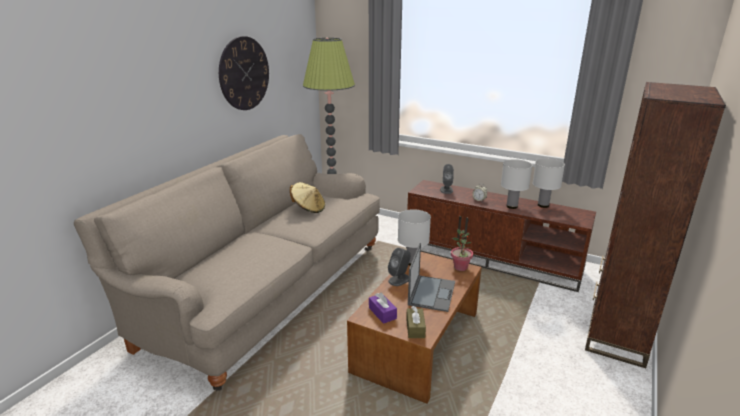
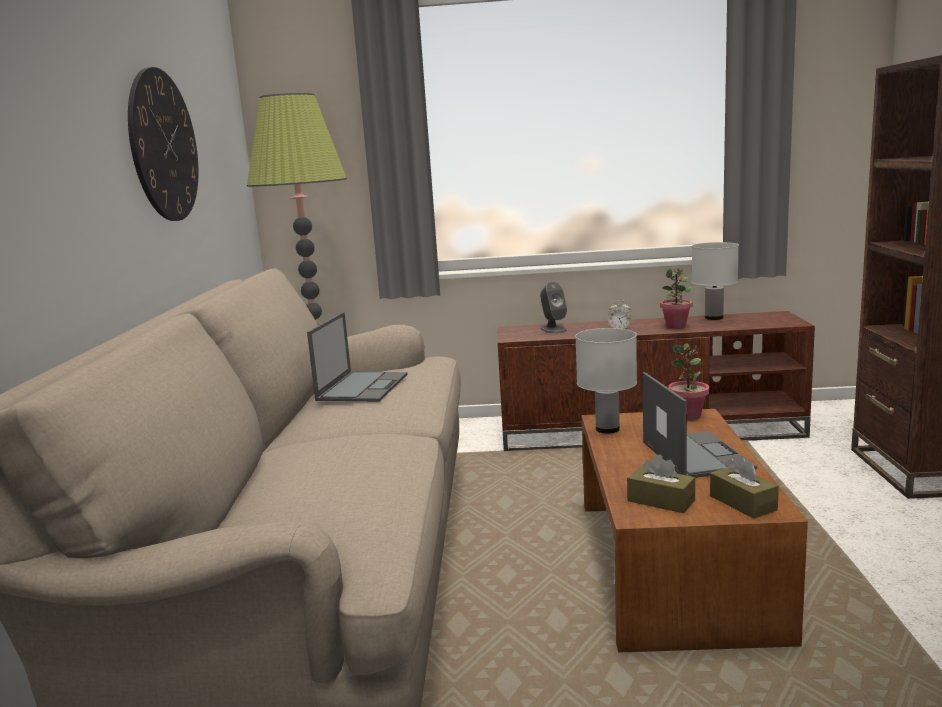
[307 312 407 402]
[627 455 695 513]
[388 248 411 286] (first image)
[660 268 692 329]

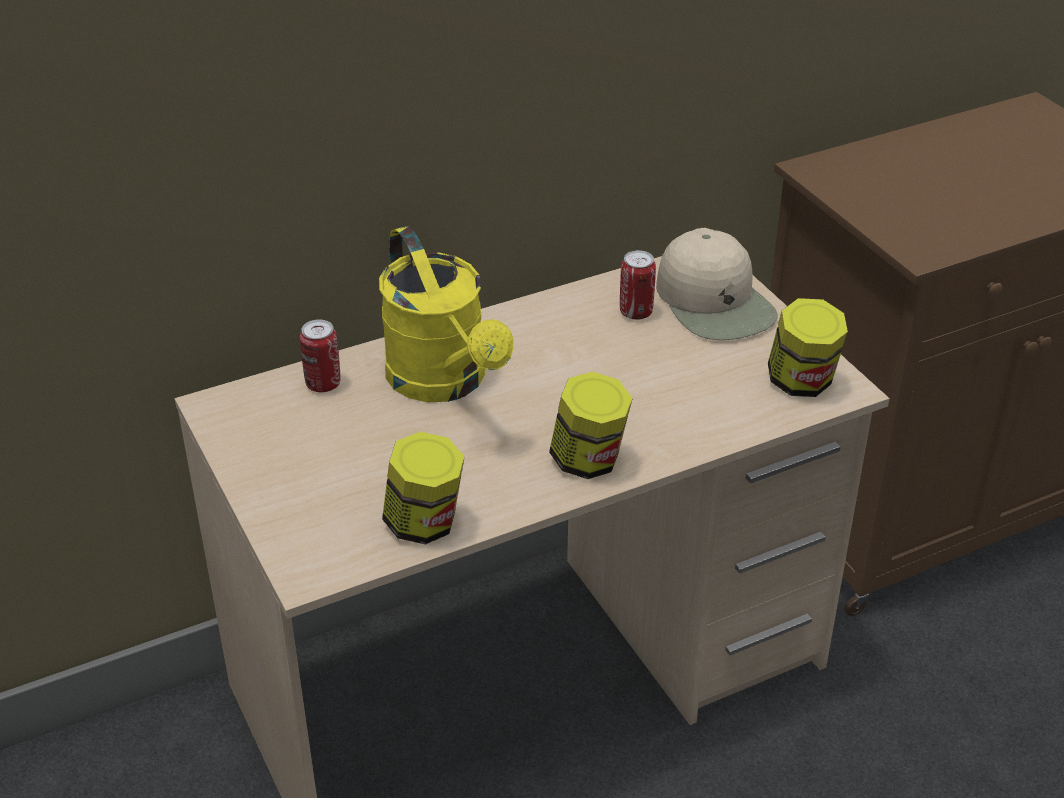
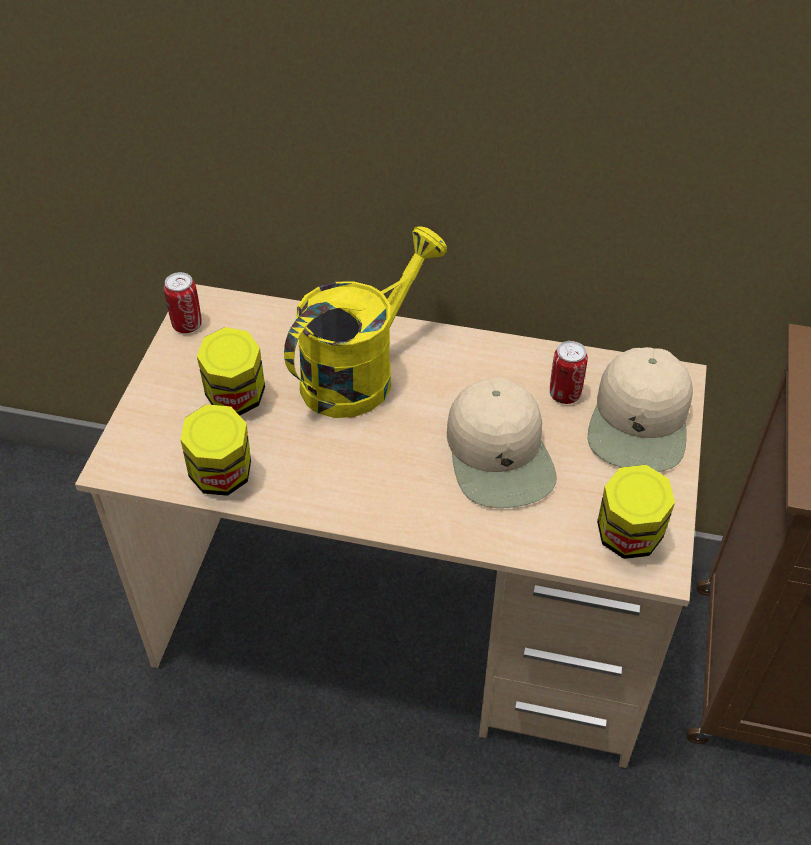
[164 272 202 333]
[284 226 447 418]
[197 327 265 416]
[447 377 557 508]

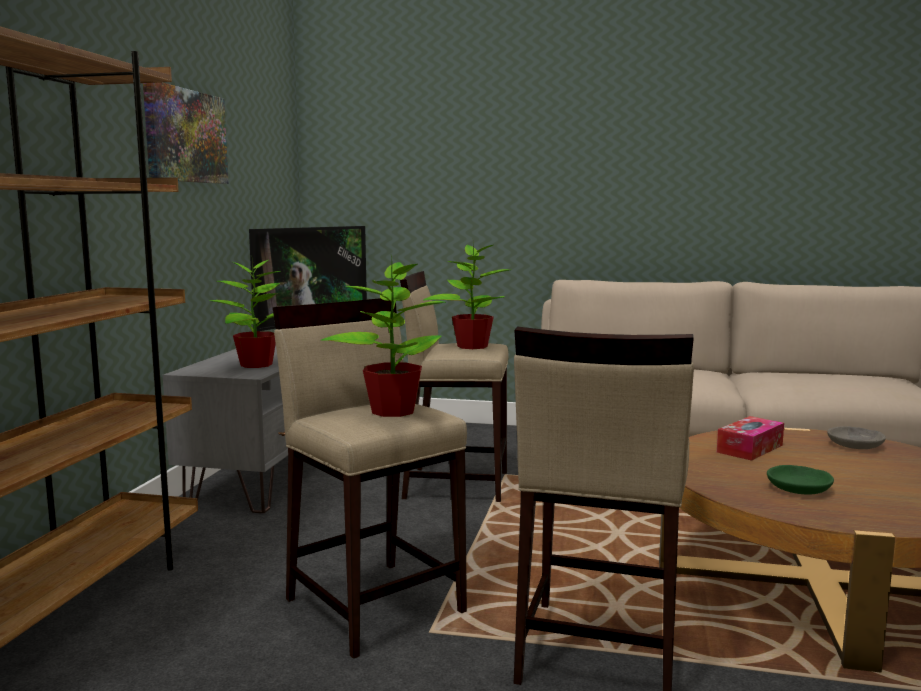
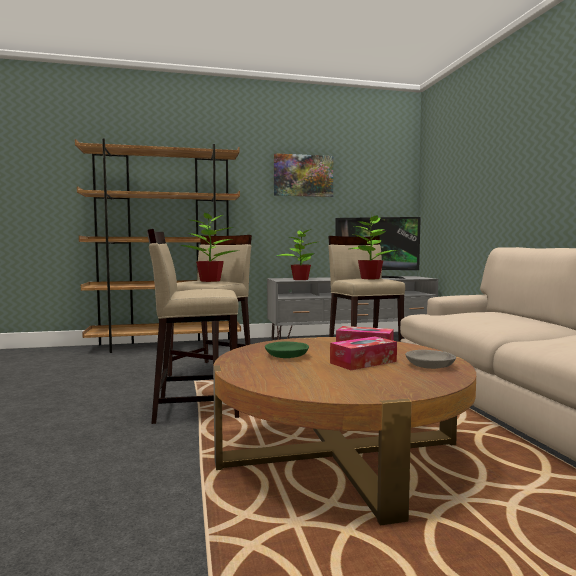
[330 337 397 370]

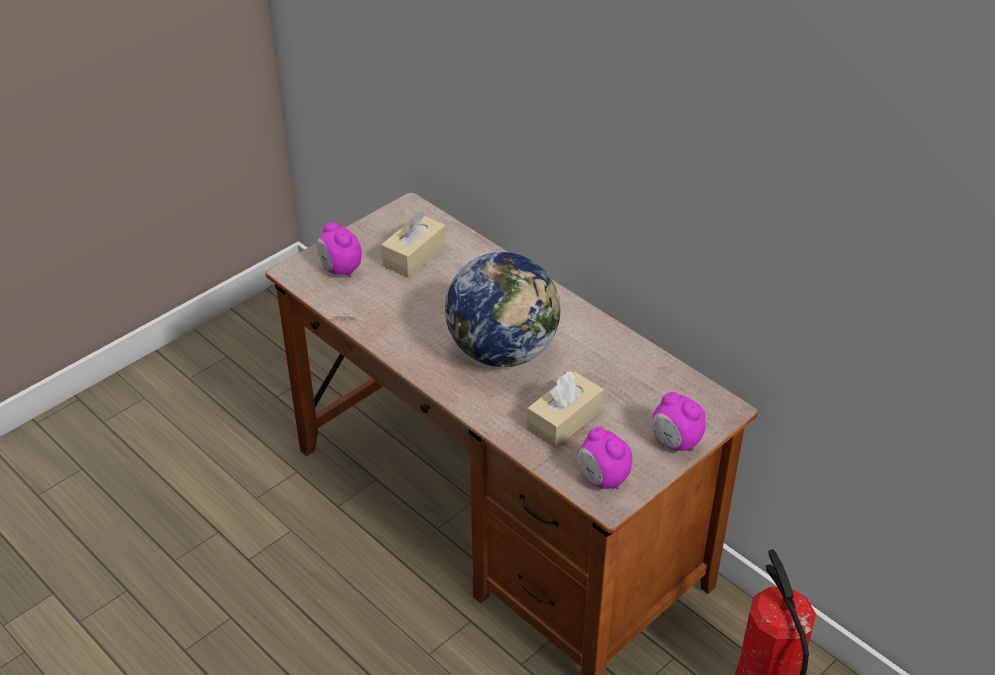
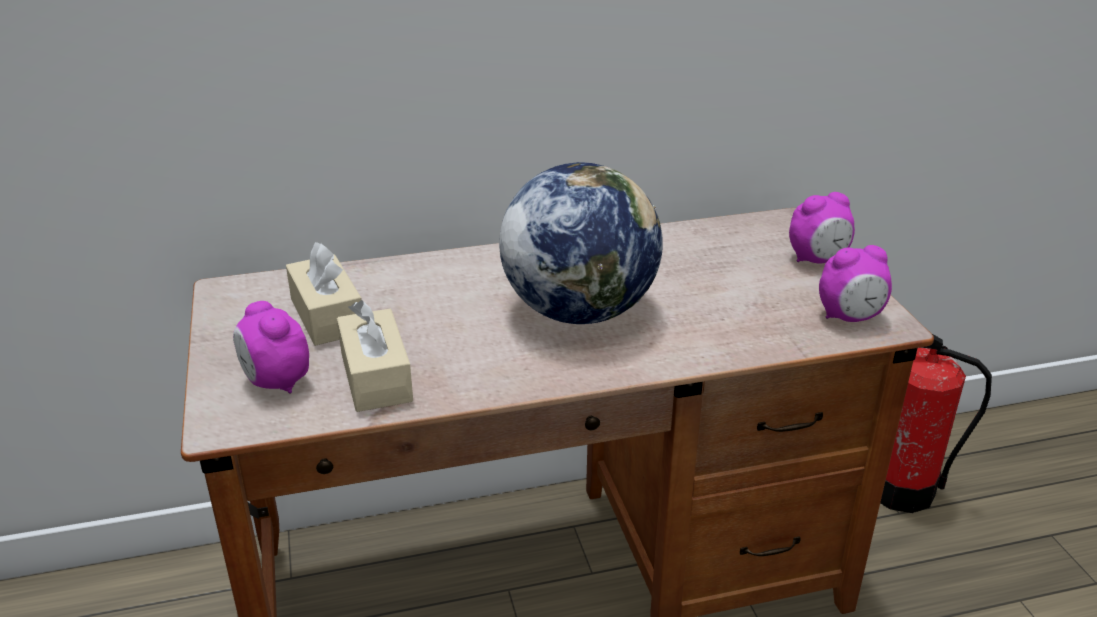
[233 301 309 394]
[337 300 413 412]

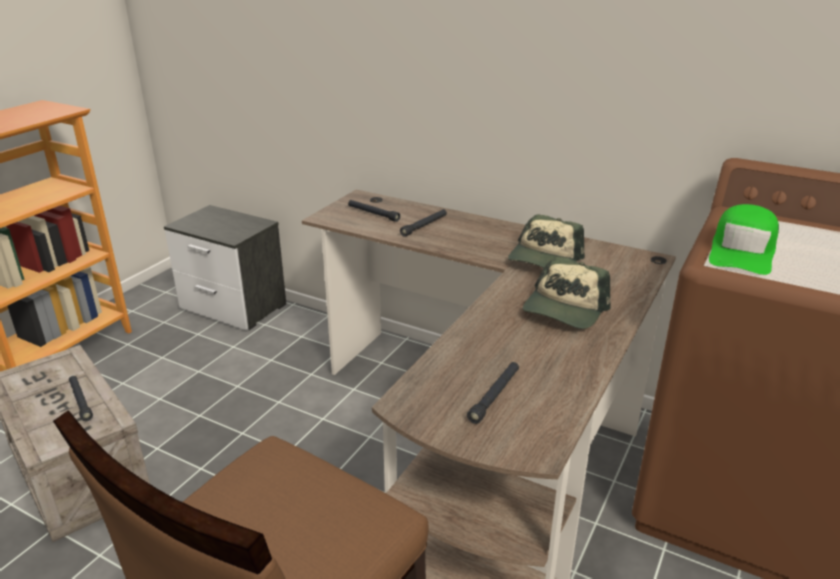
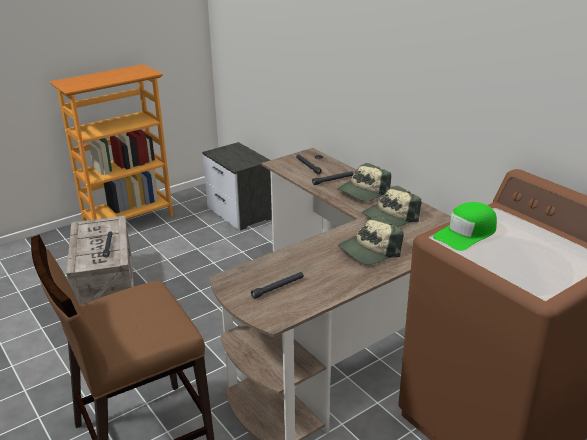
[337 163 391 201]

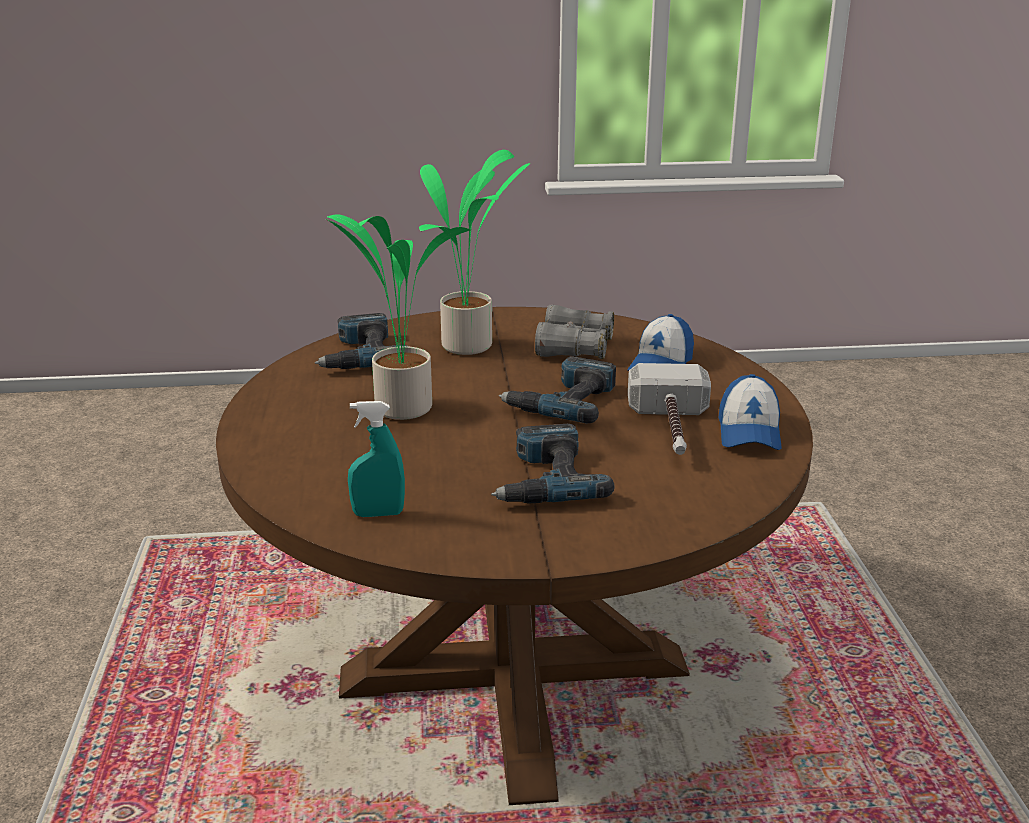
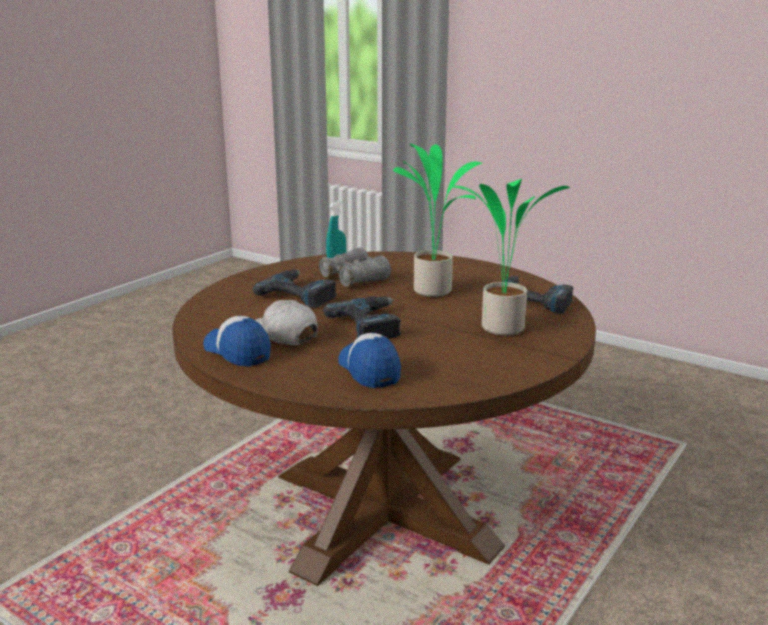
[319 248 391 287]
[255 300 318 345]

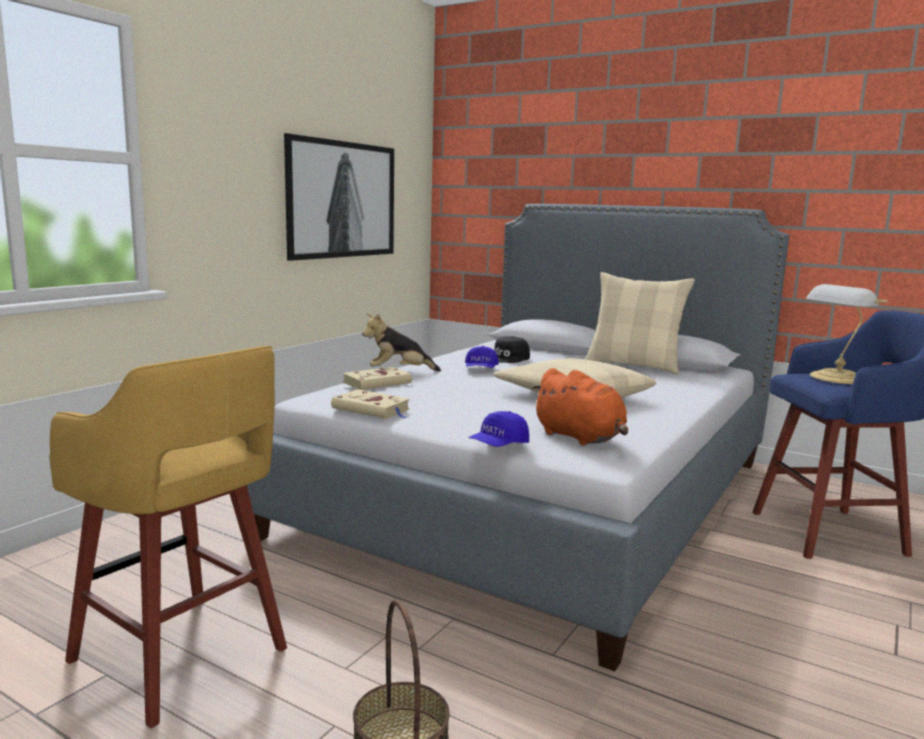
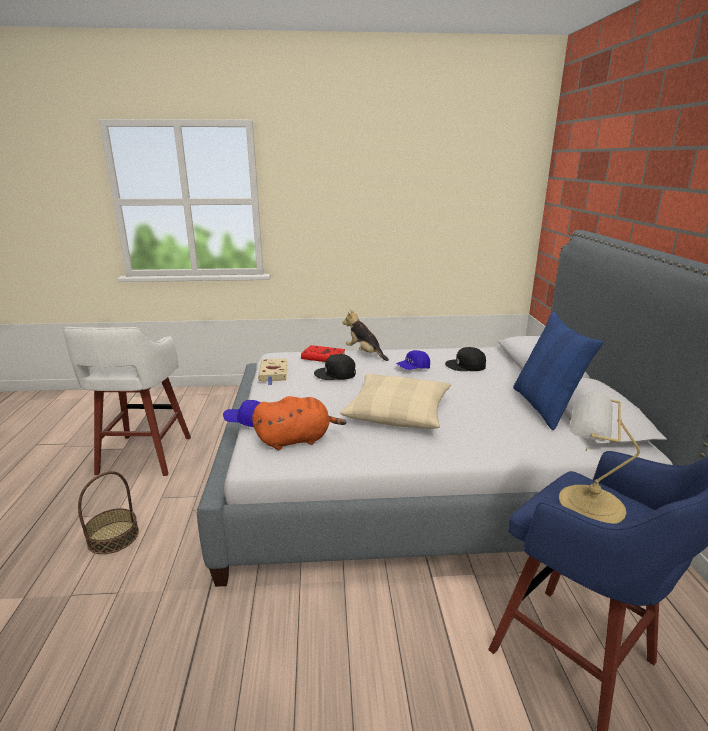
[63 327 191 476]
[284 133 394 261] (first image)
[301 345 346 362]
[252 396 346 450]
[513 311 604 430]
[314 354 356 380]

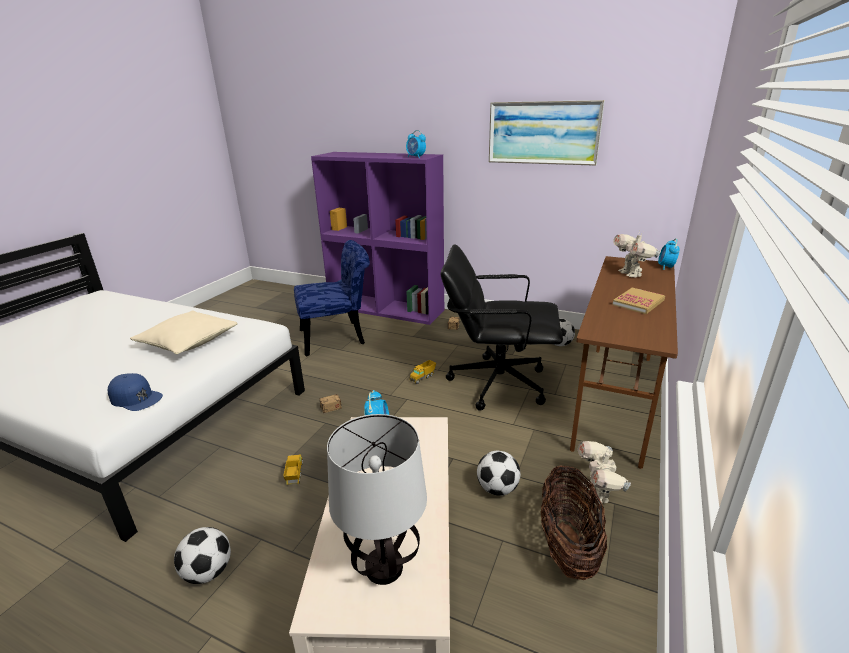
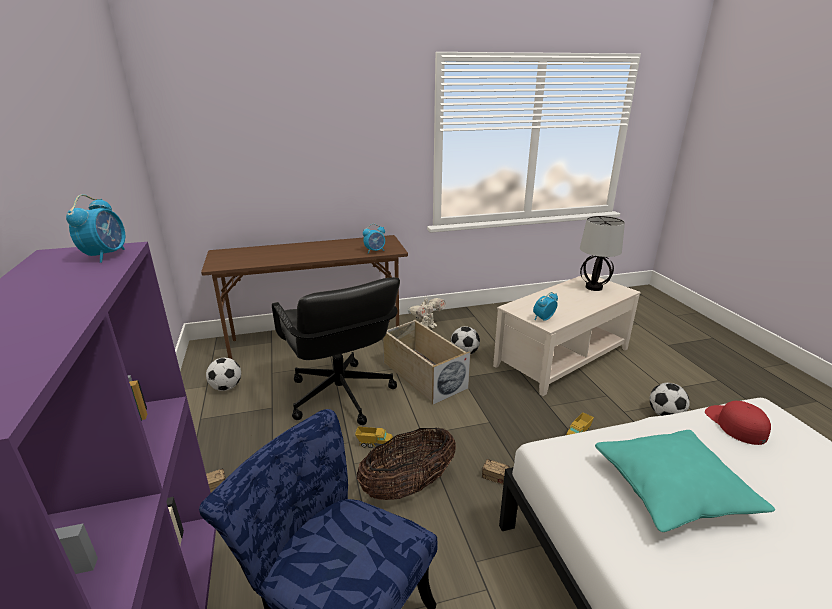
[705 401 771 445]
[595 430 775 532]
[489 100 605 166] (first image)
[357 427 456 500]
[612 288 665 314] (first image)
[613 231 661 277] (first image)
[363 224 385 253]
[383 320 471 405]

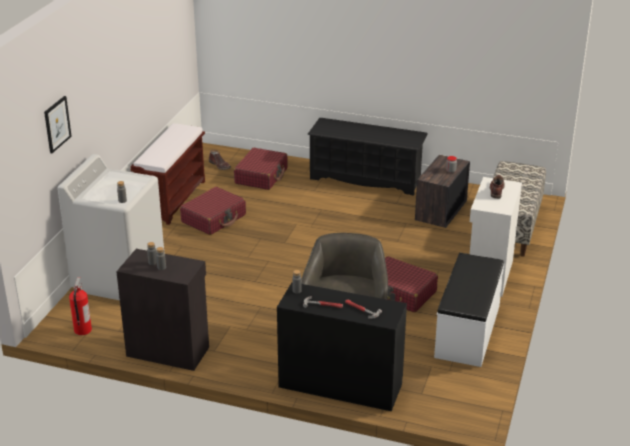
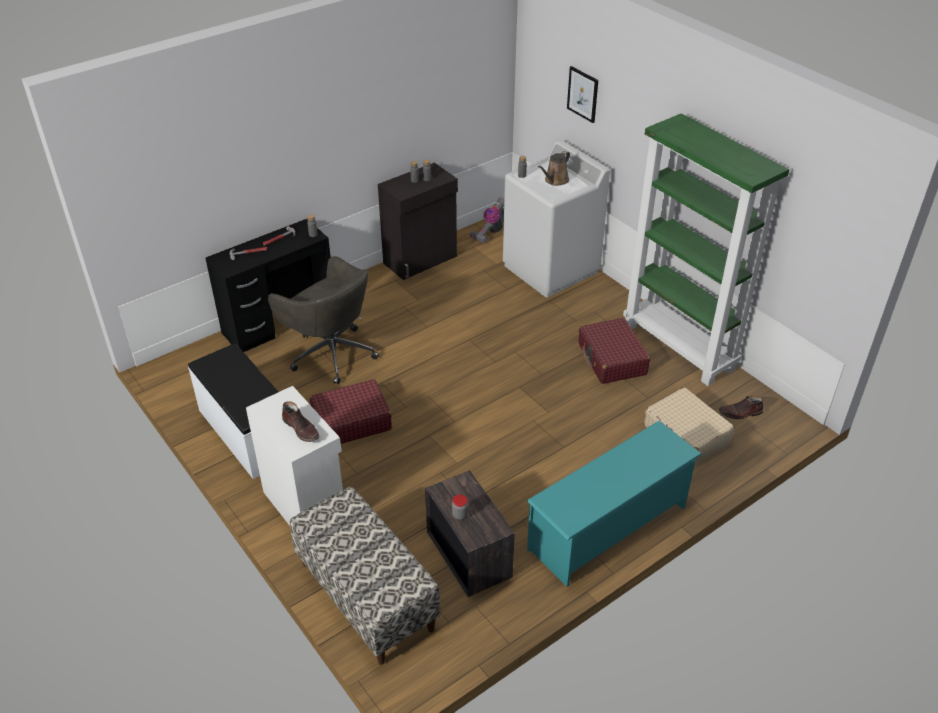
[470 197 504 243]
[623 113 789 386]
[644 387 735 466]
[527 420 702 587]
[538 151 570 186]

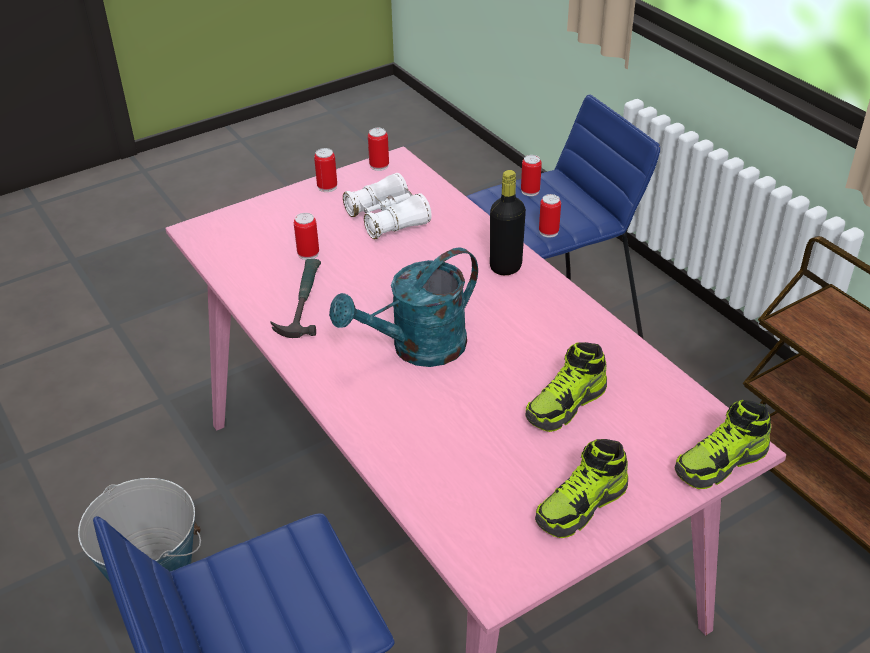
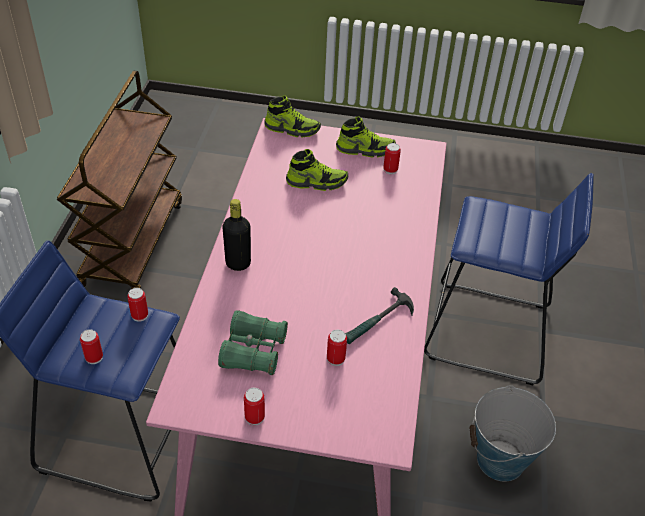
[329 247 478 367] (first image)
[218 310 288 375]
[383 143 401 174]

